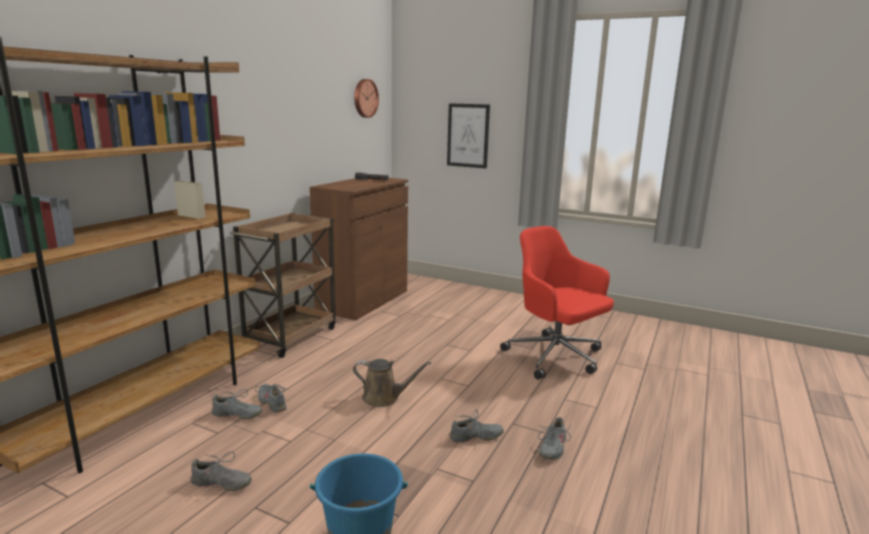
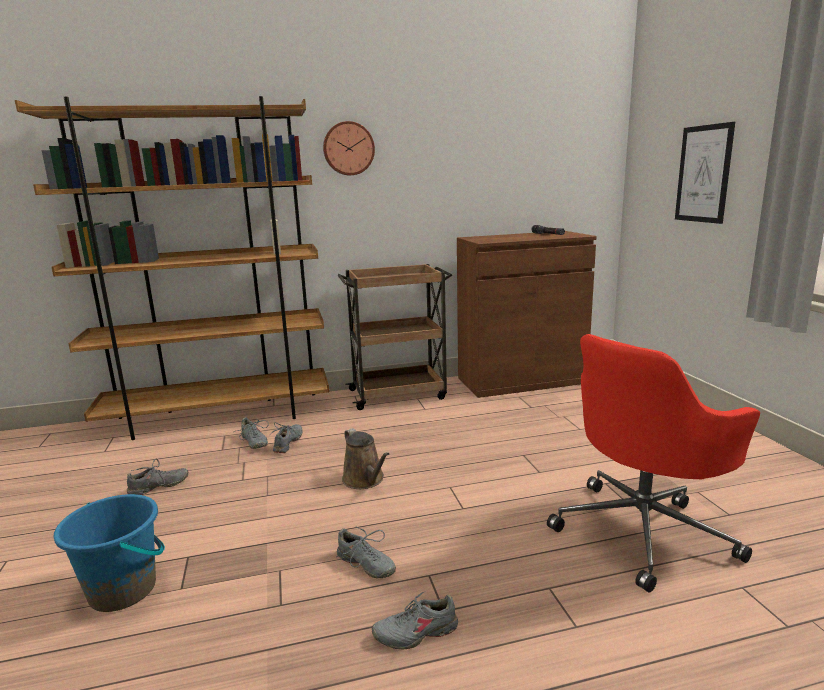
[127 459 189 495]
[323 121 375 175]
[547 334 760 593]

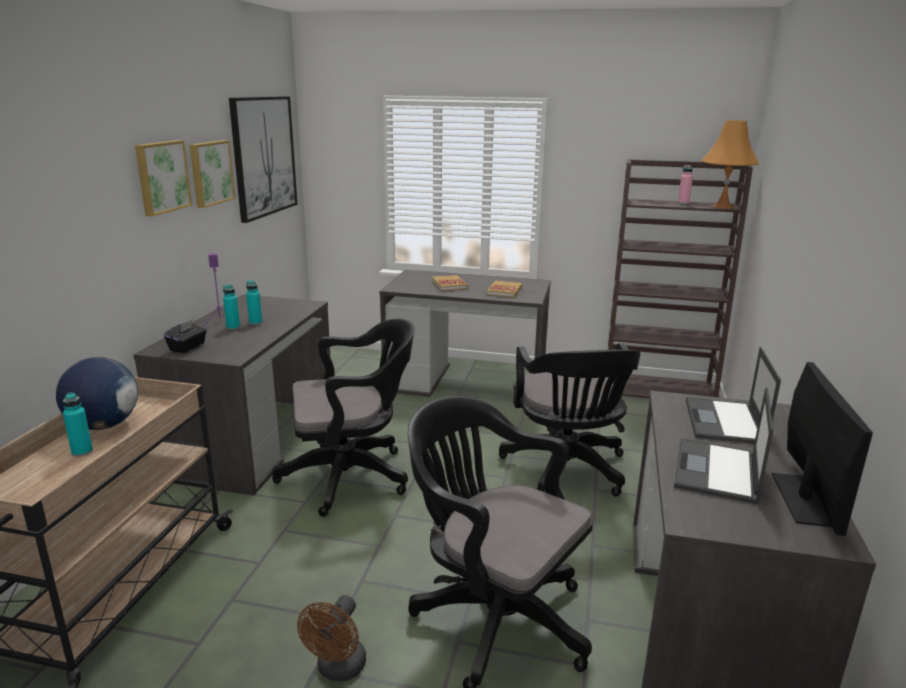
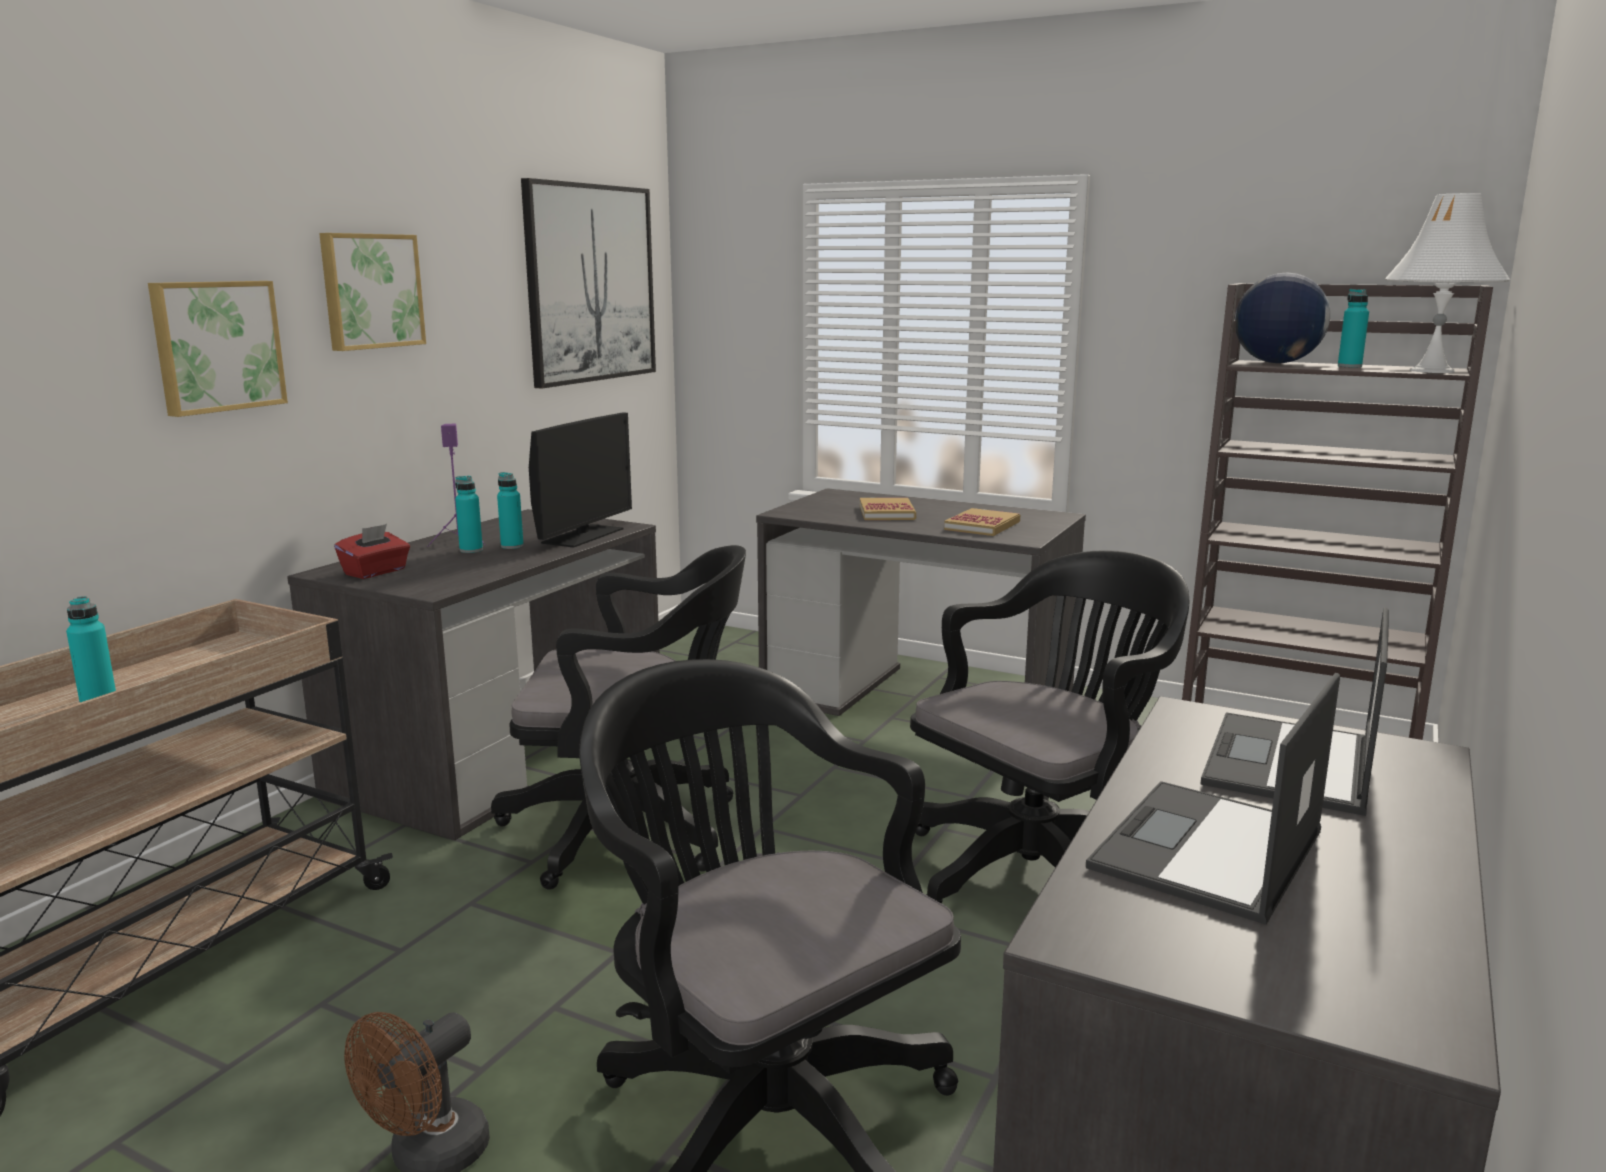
[1235 273 1330 363]
[334 524 410 579]
[148 281 288 417]
[910 550 1189 903]
[1338 289 1369 368]
[1385 193 1510 373]
[529 413 632 548]

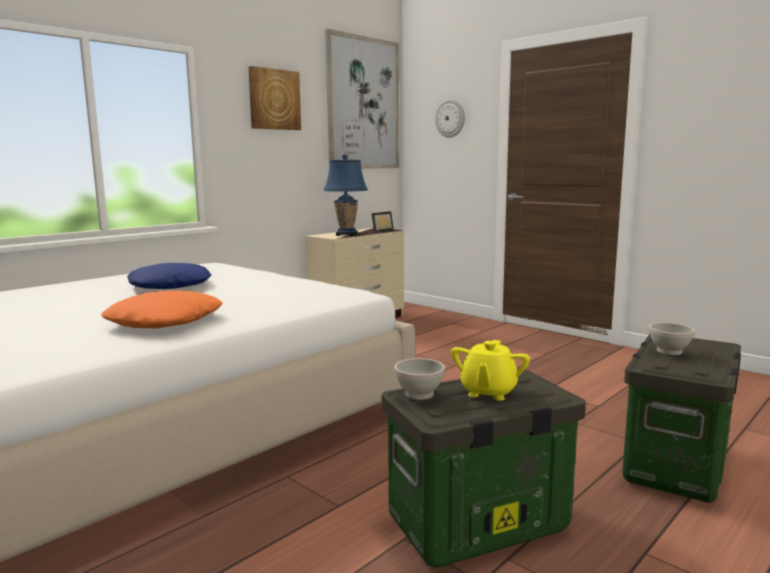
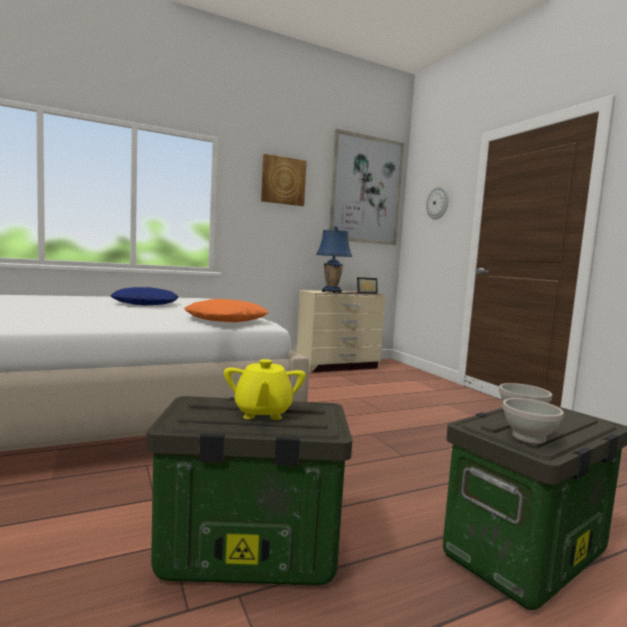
[184 299 269 322]
[502 398 564 444]
[224 359 306 420]

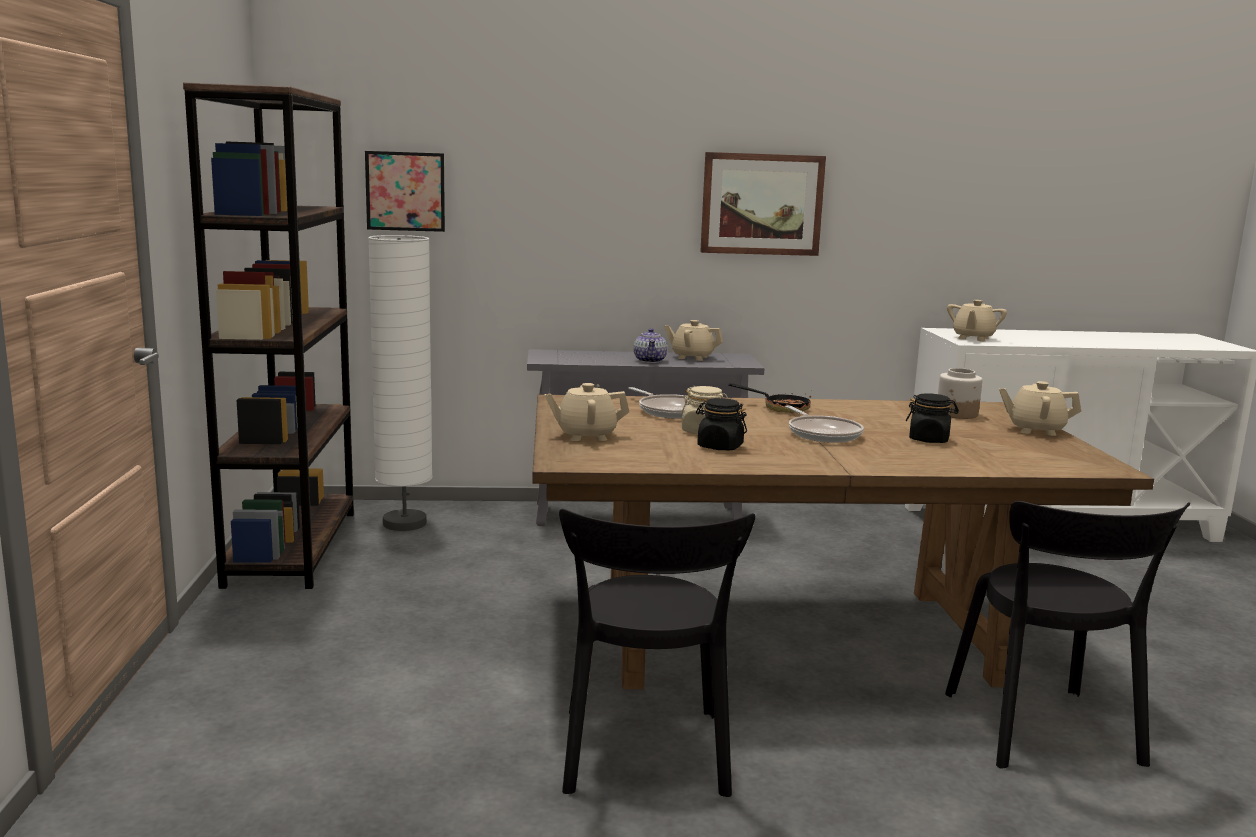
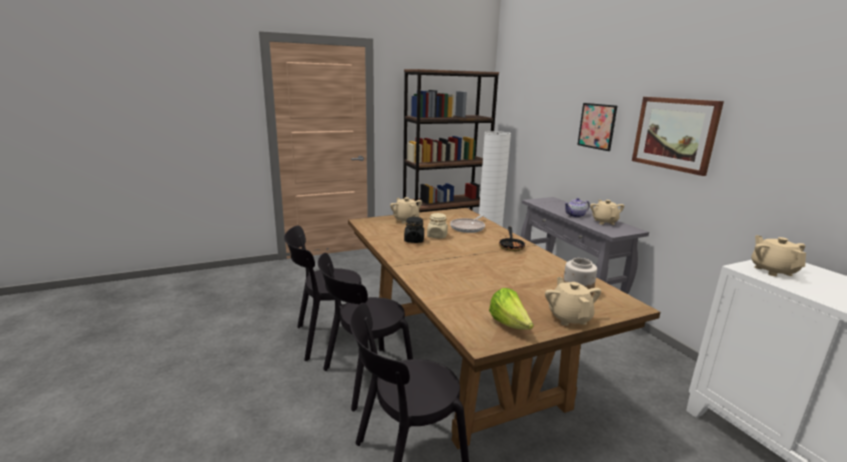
[577 103 617 151]
[785 406 864 443] (first image)
[906 393 959 443] (first image)
[751 235 806 276]
[318 253 413 411]
[489 288 534 330]

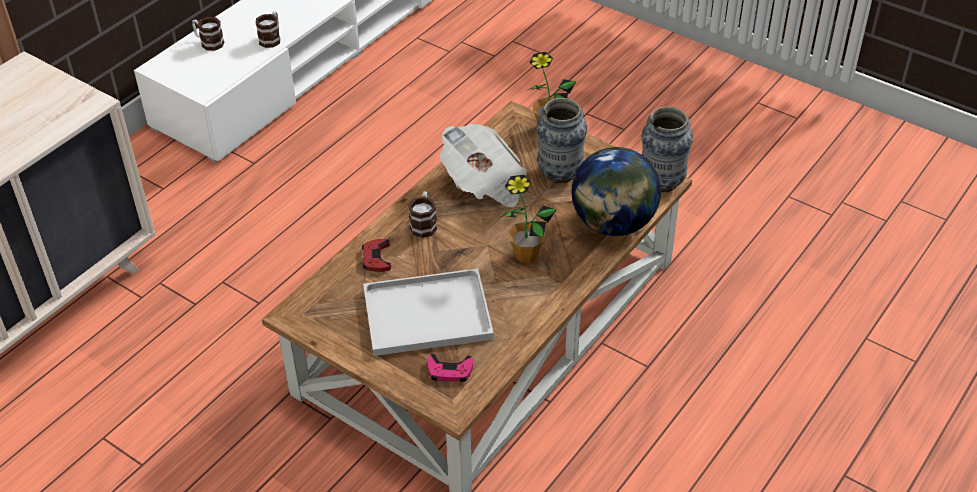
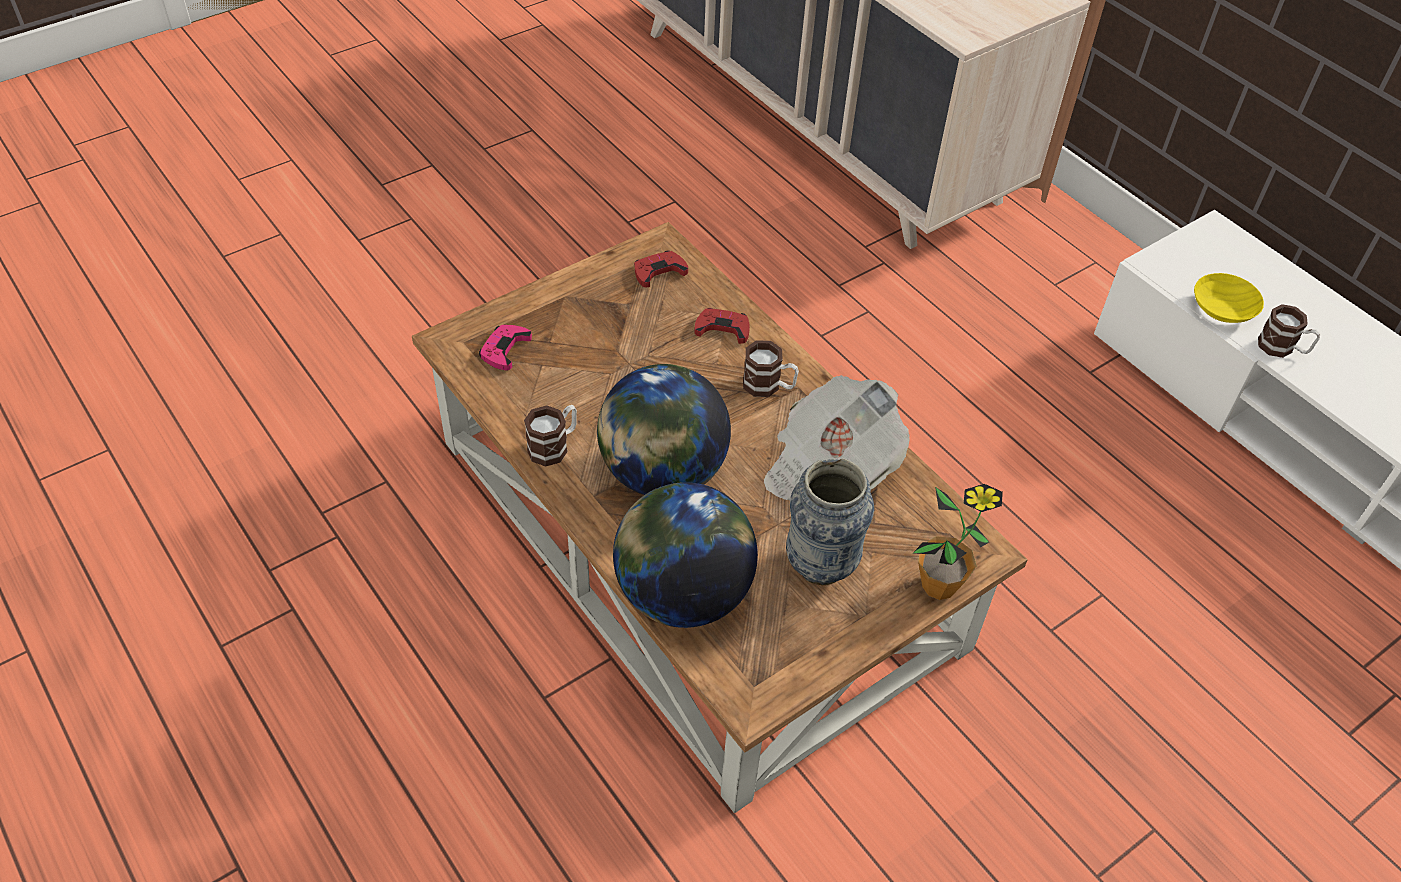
[524 405 577 467]
[363 268 494 356] (first image)
[597 364 731 495]
[642 106 693 193] (first image)
[634 250 688 287]
[1194 273 1264 323]

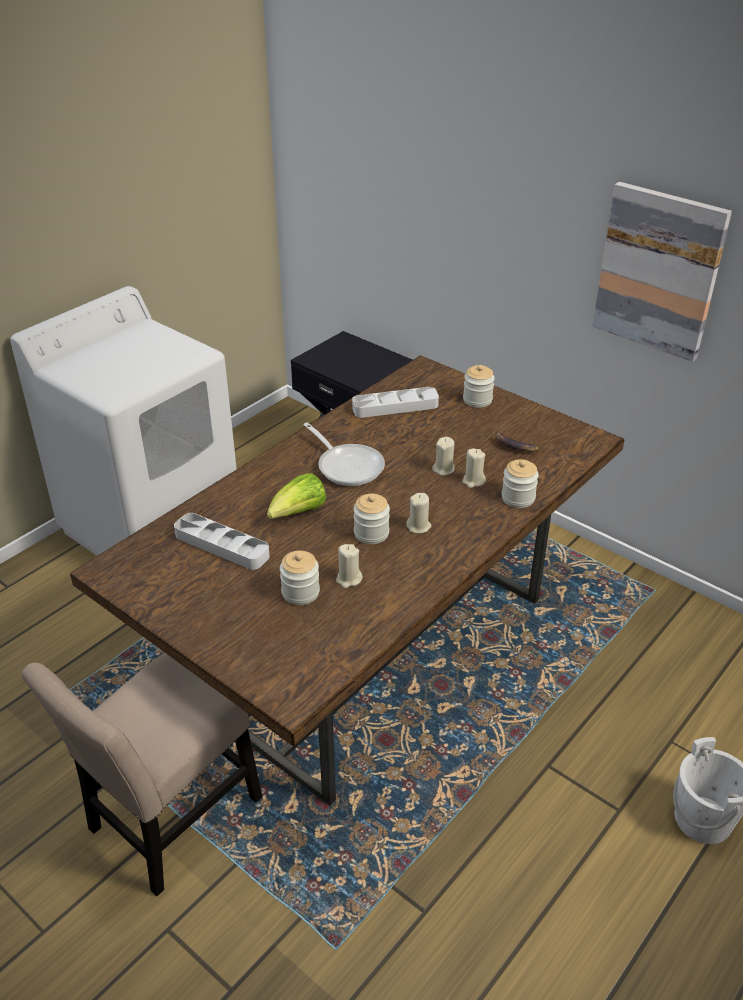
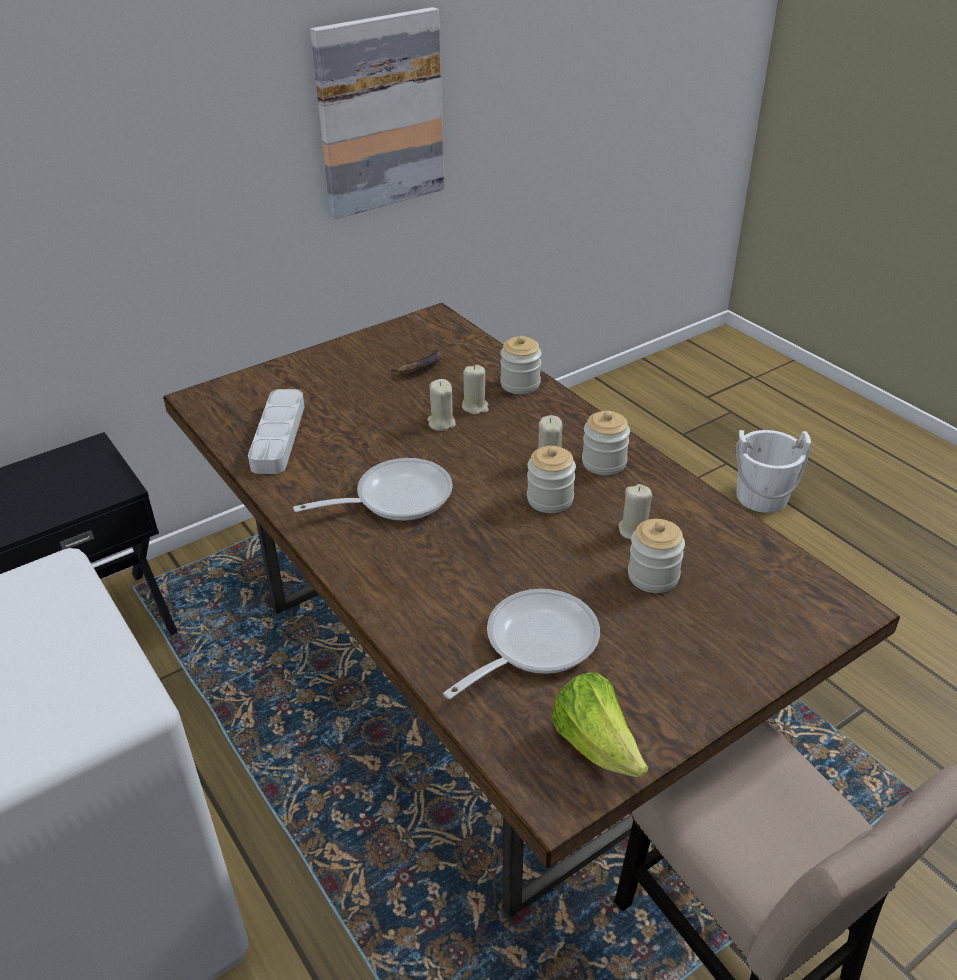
[443 589 600 699]
[552 672 648 778]
[582 411 630 475]

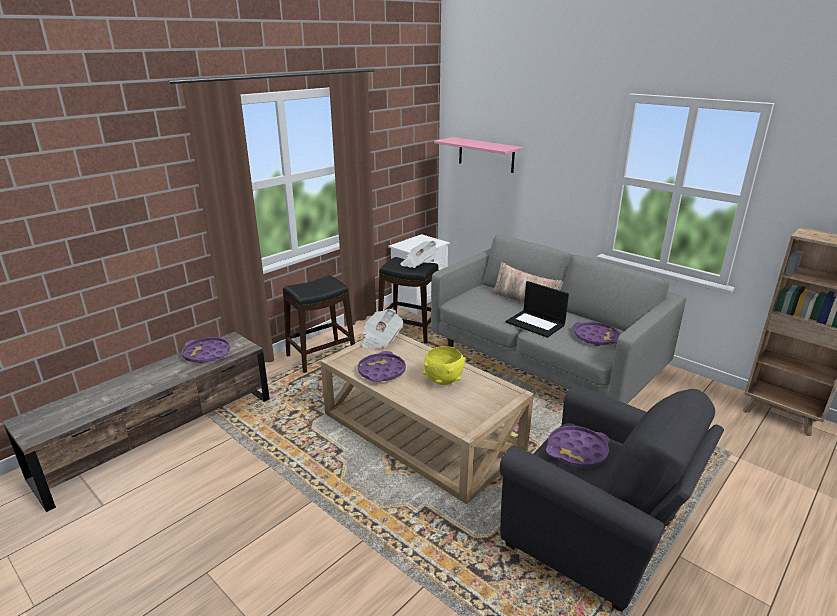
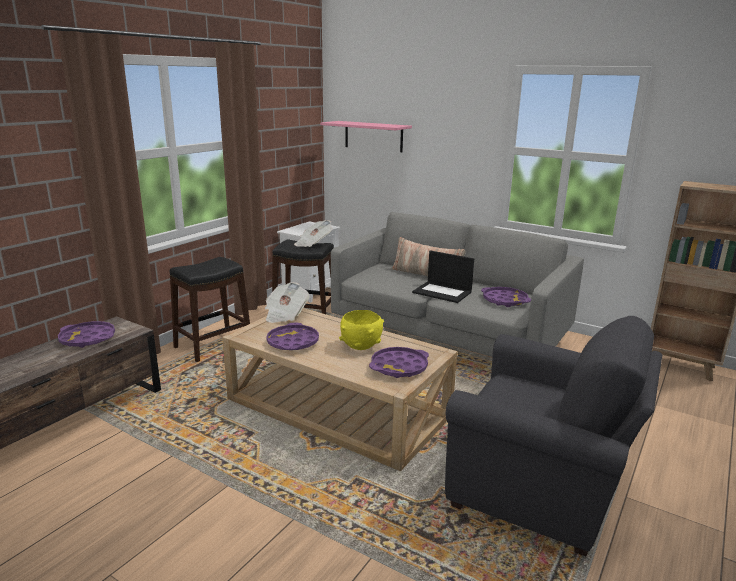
[369 347 429 378]

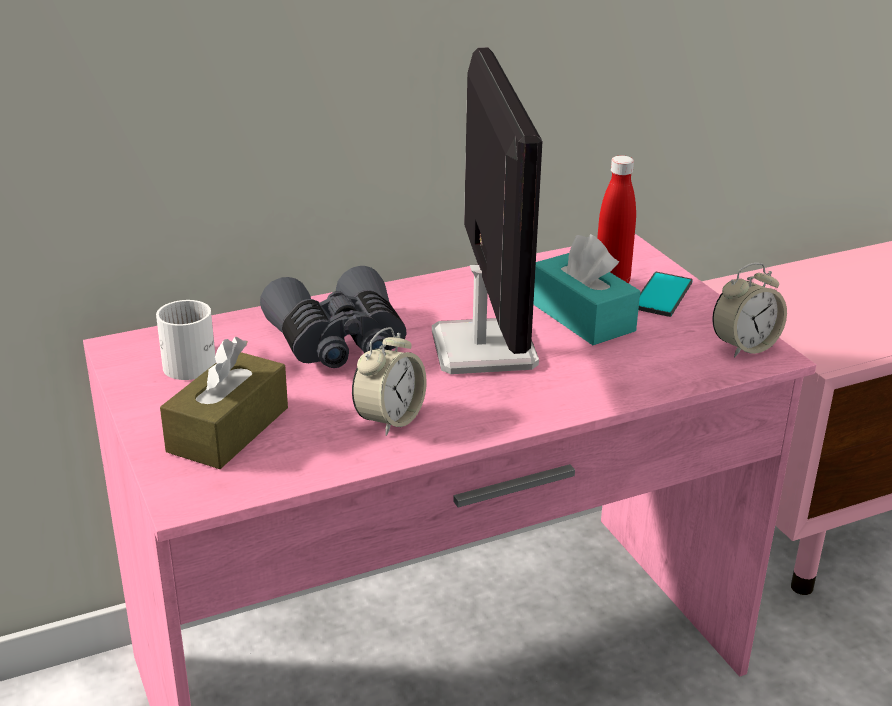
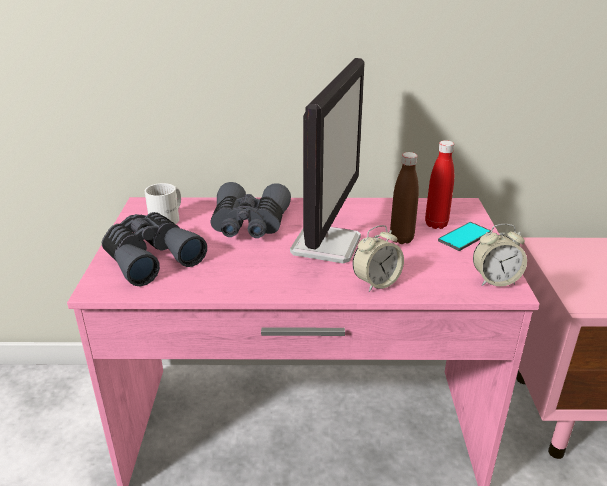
[102 212 207 286]
[353 225 404 292]
[390 152 419 244]

